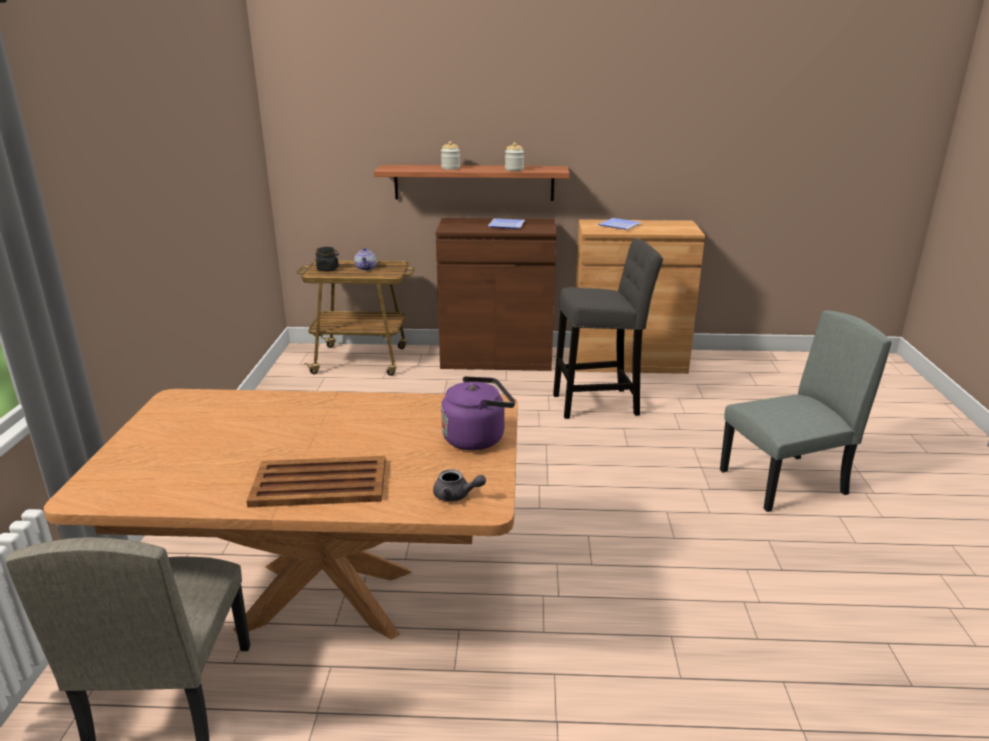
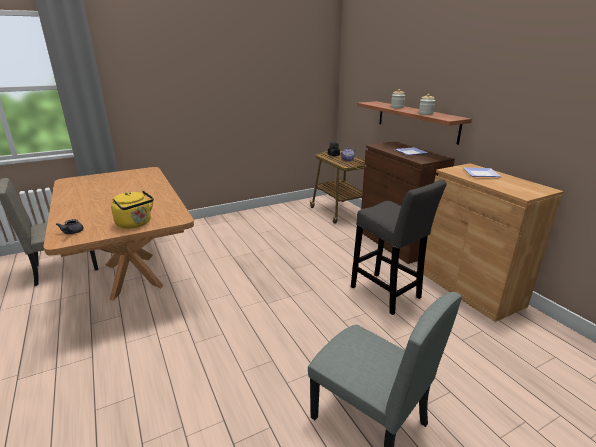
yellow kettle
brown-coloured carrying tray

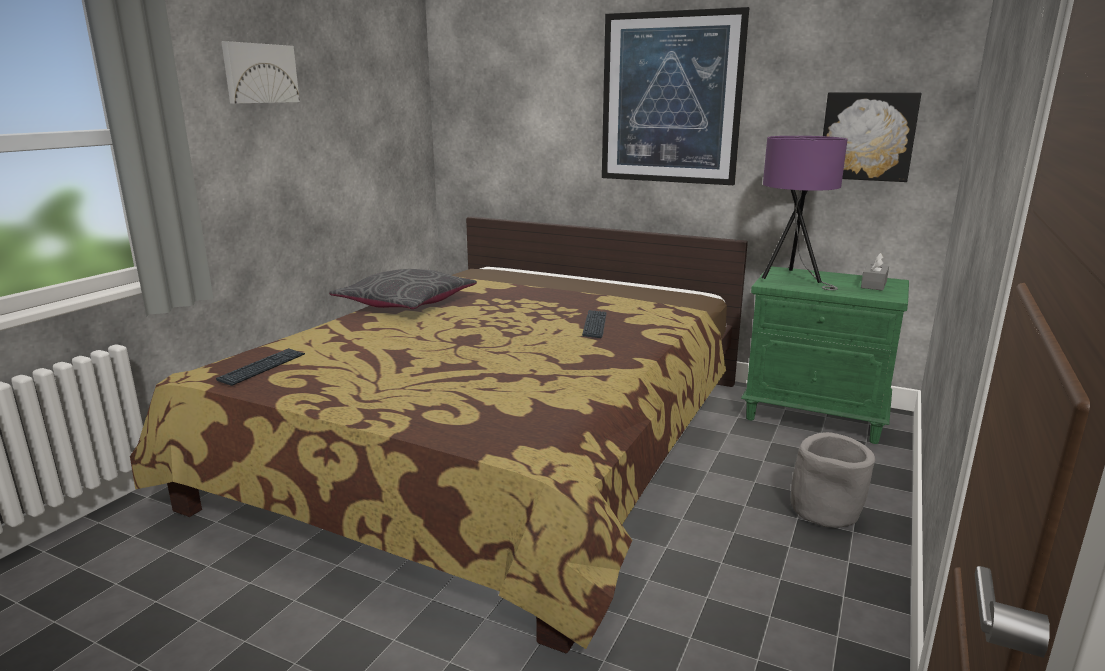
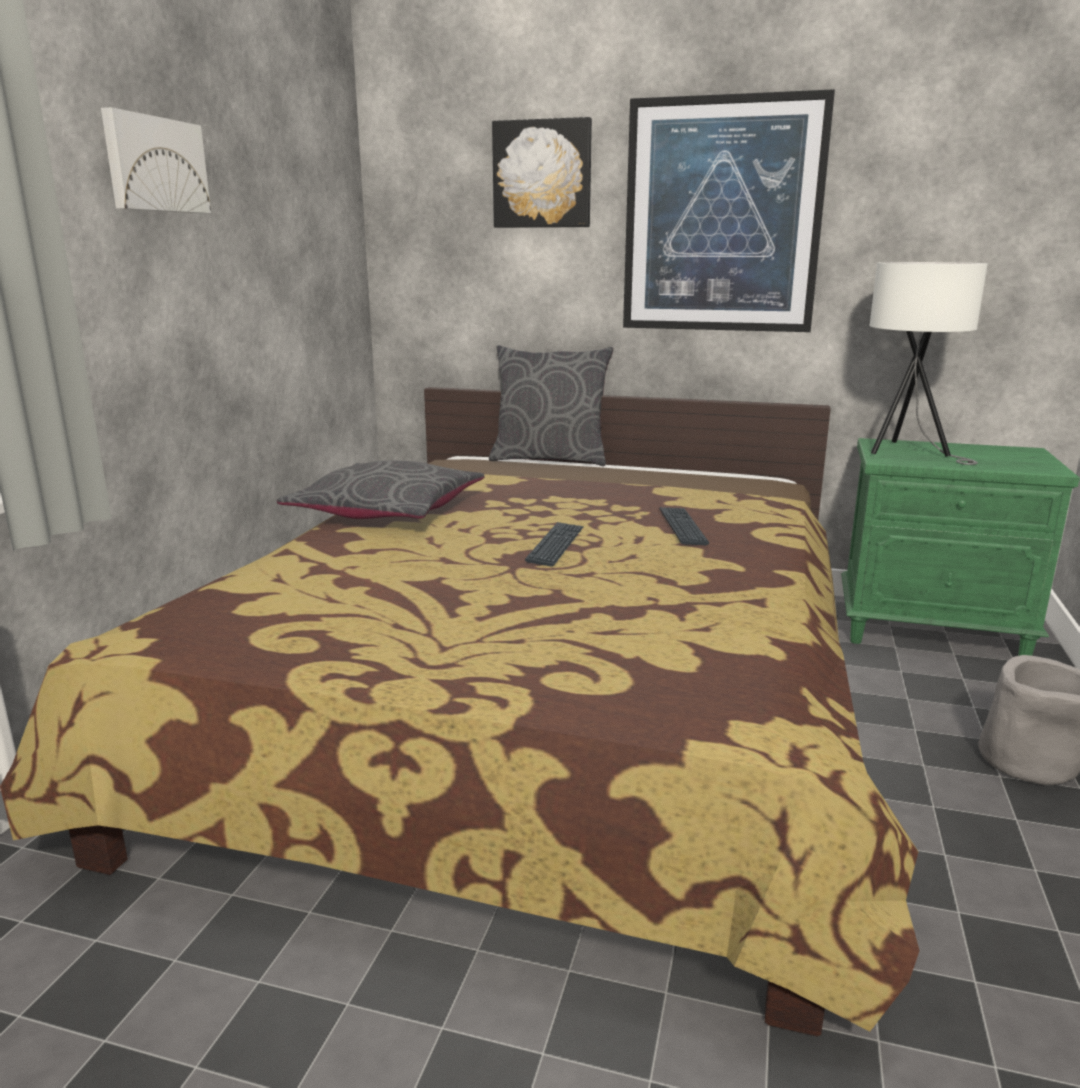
wall art (no. 2 from left)
whitish tabletop lamp
gray tissue box
keyboard (no. 1 from left)
gray cushion (no. 2 from left)

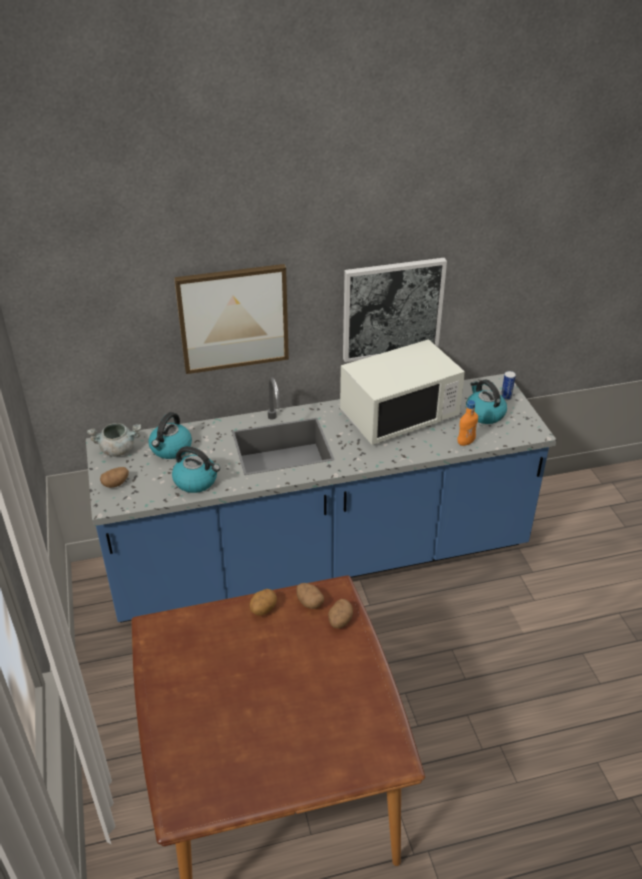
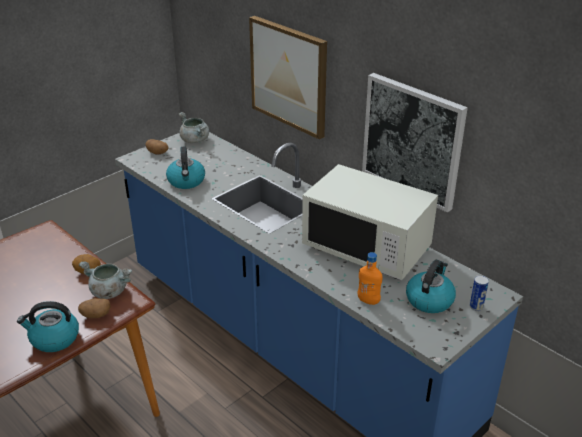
kettle (no. 1 from left)
gray cooking pot (no. 1 from left)

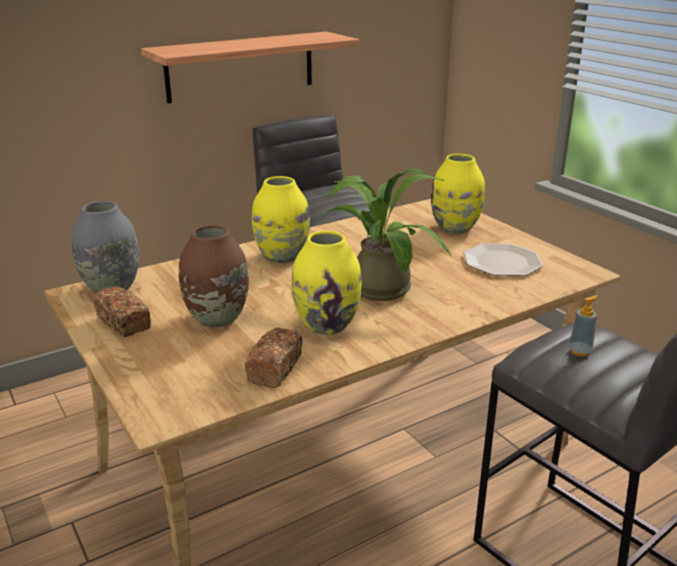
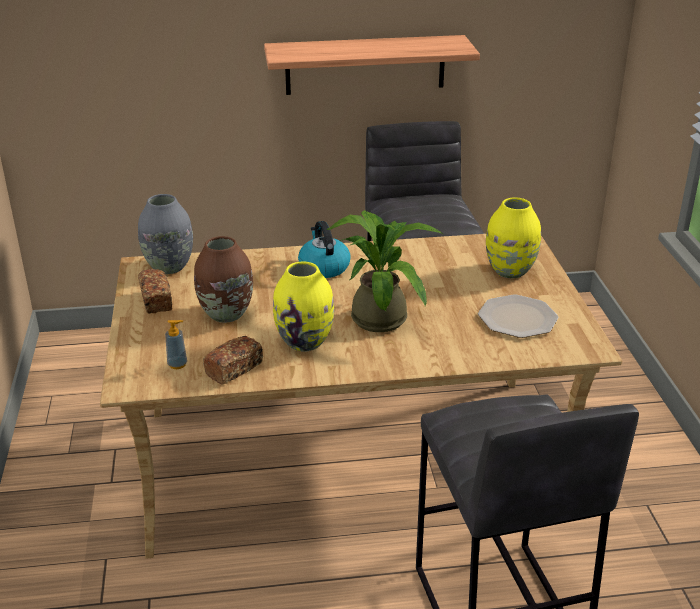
kettle
liquid soap bottle

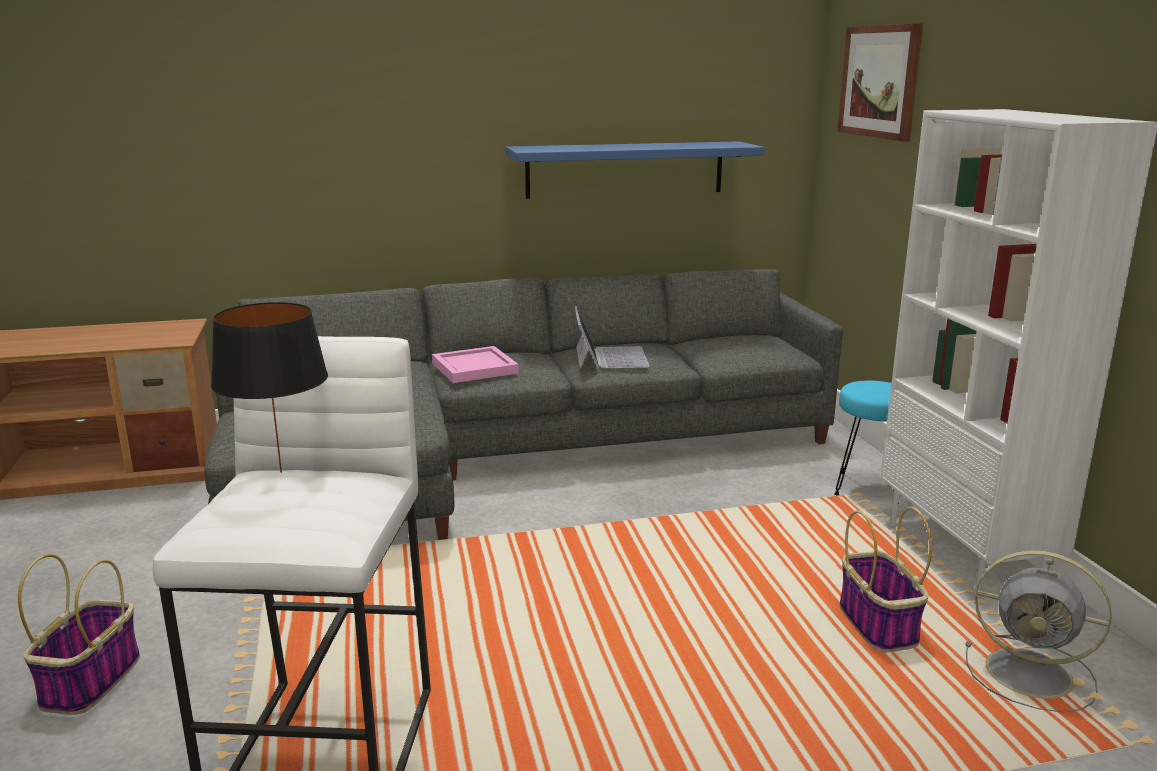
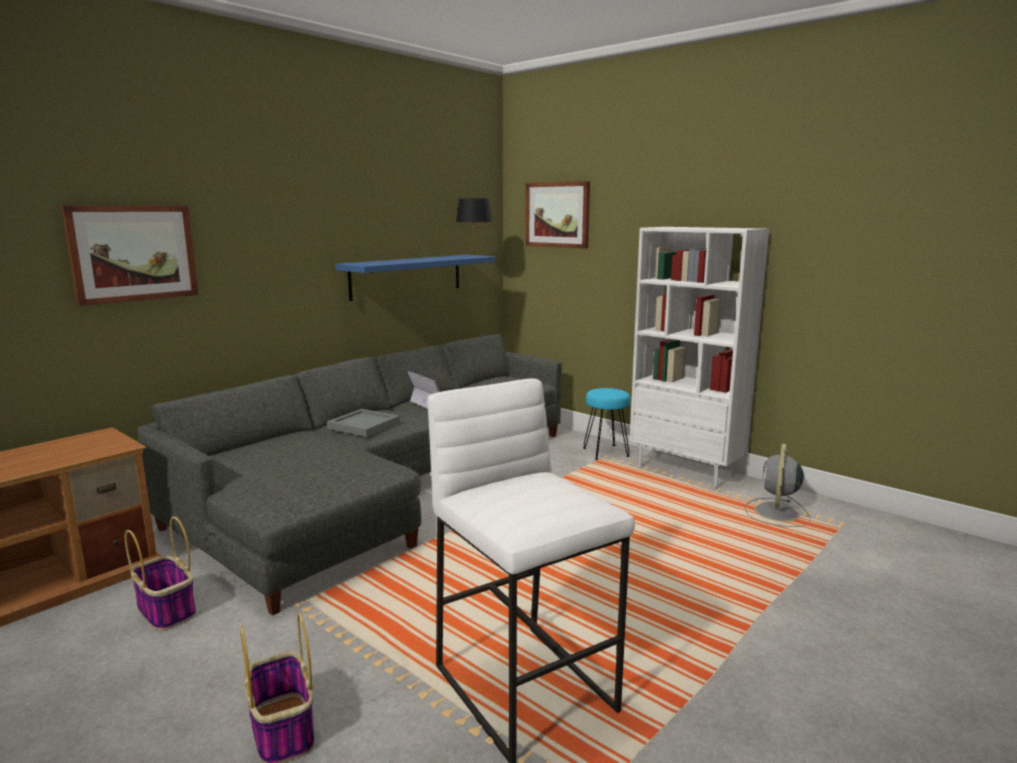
black-coloured tabletop lamp
gray carrying tray
storage basket (no. 1 from left)
gray fan
wall art (no. 1 from left)

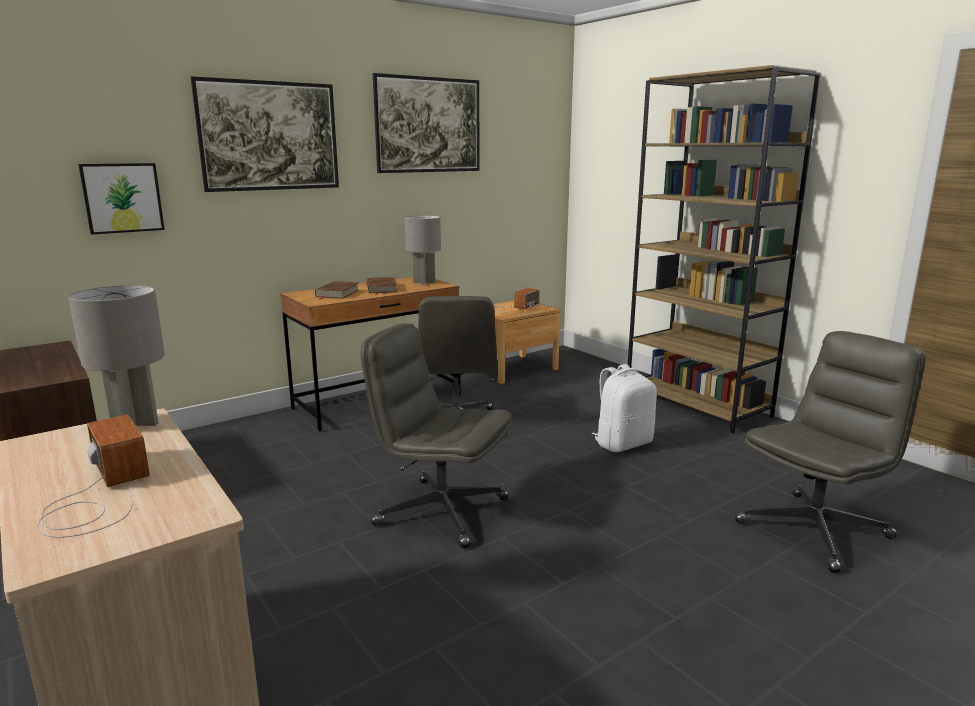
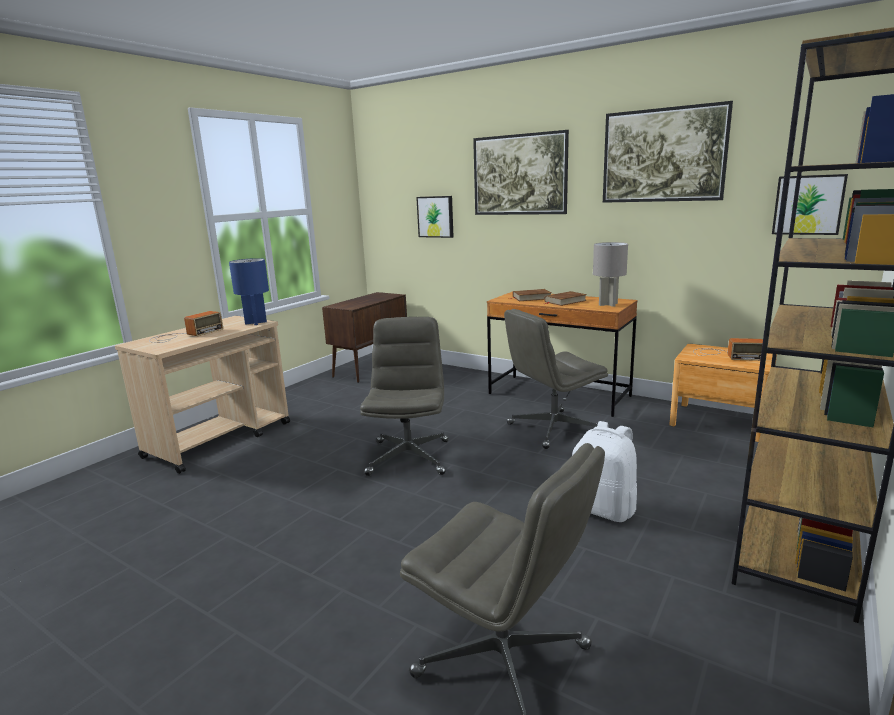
bluish tabletop lamp
wall art (no. 4 from left)

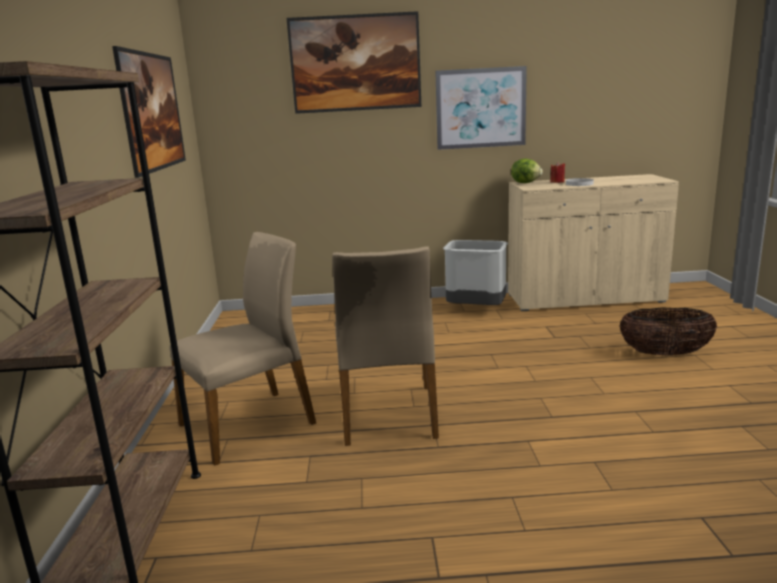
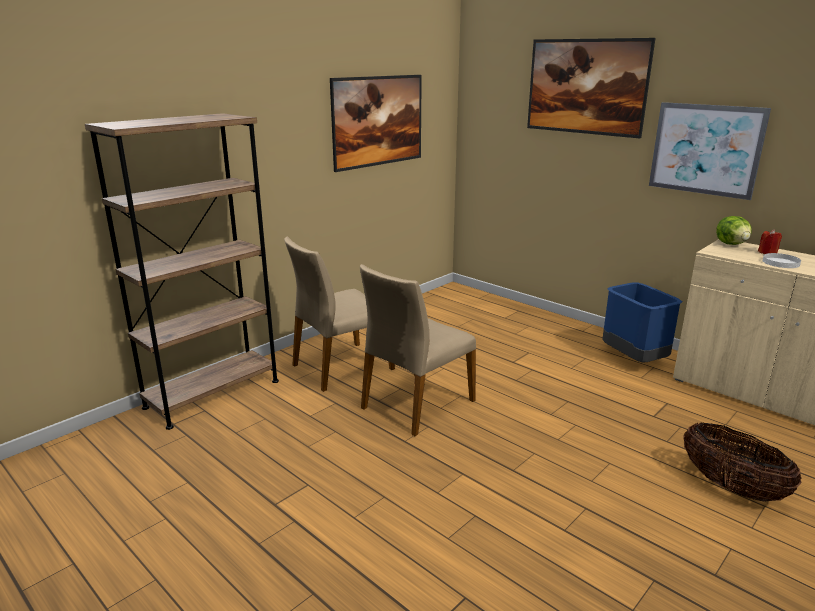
beige plain chair (no. 1 from left)
bluish waste bin

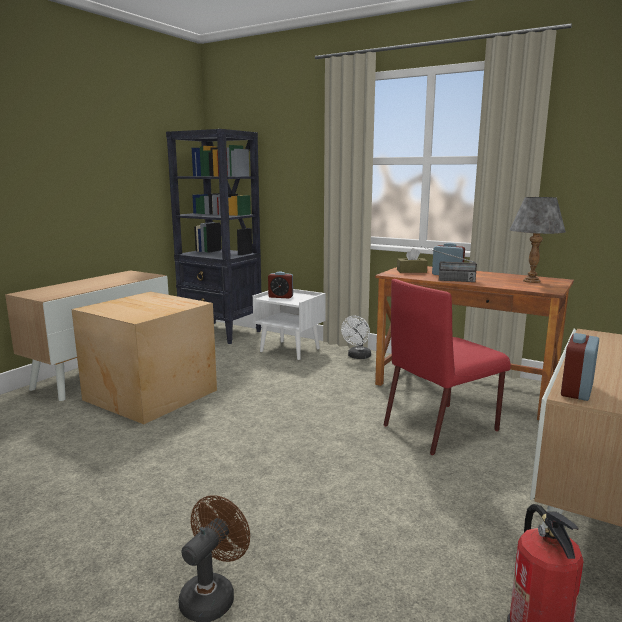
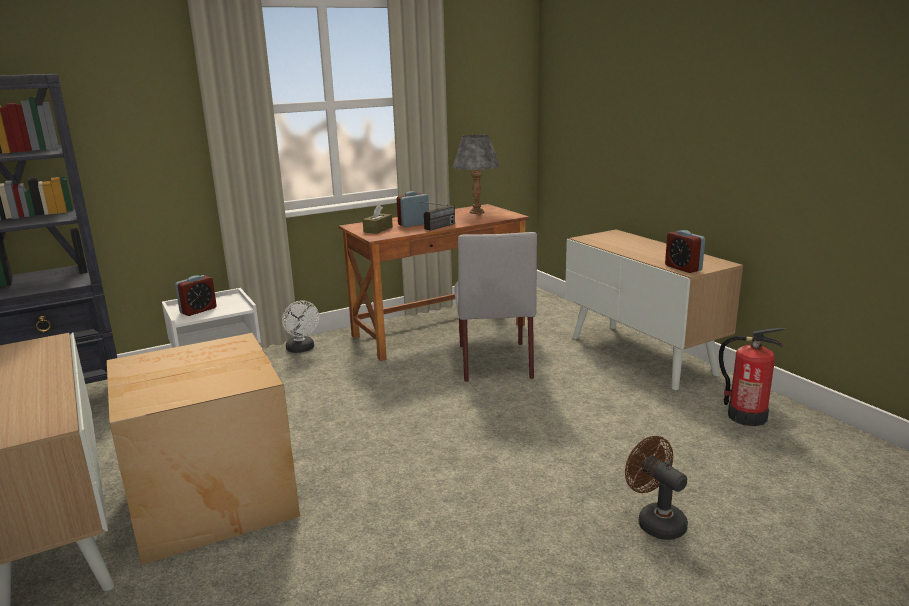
gray plain chair

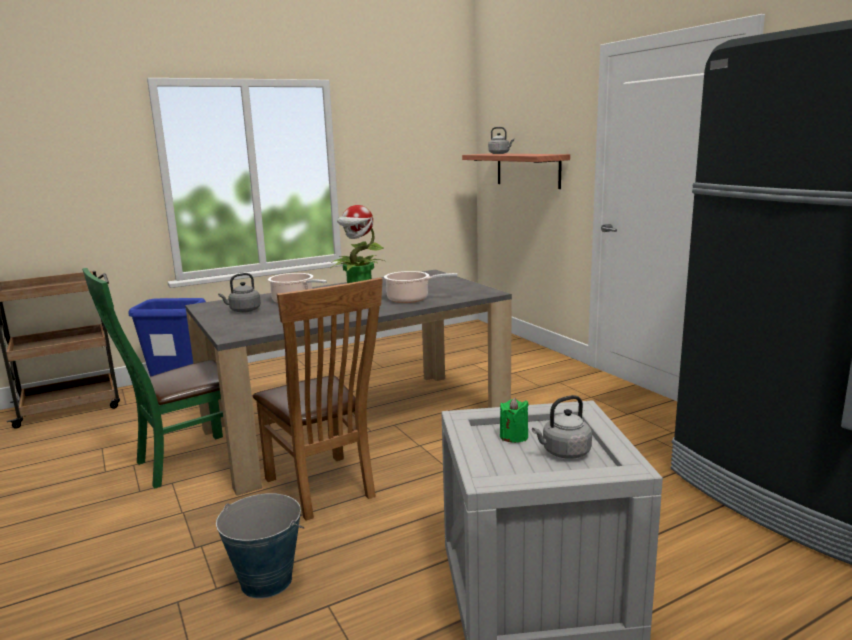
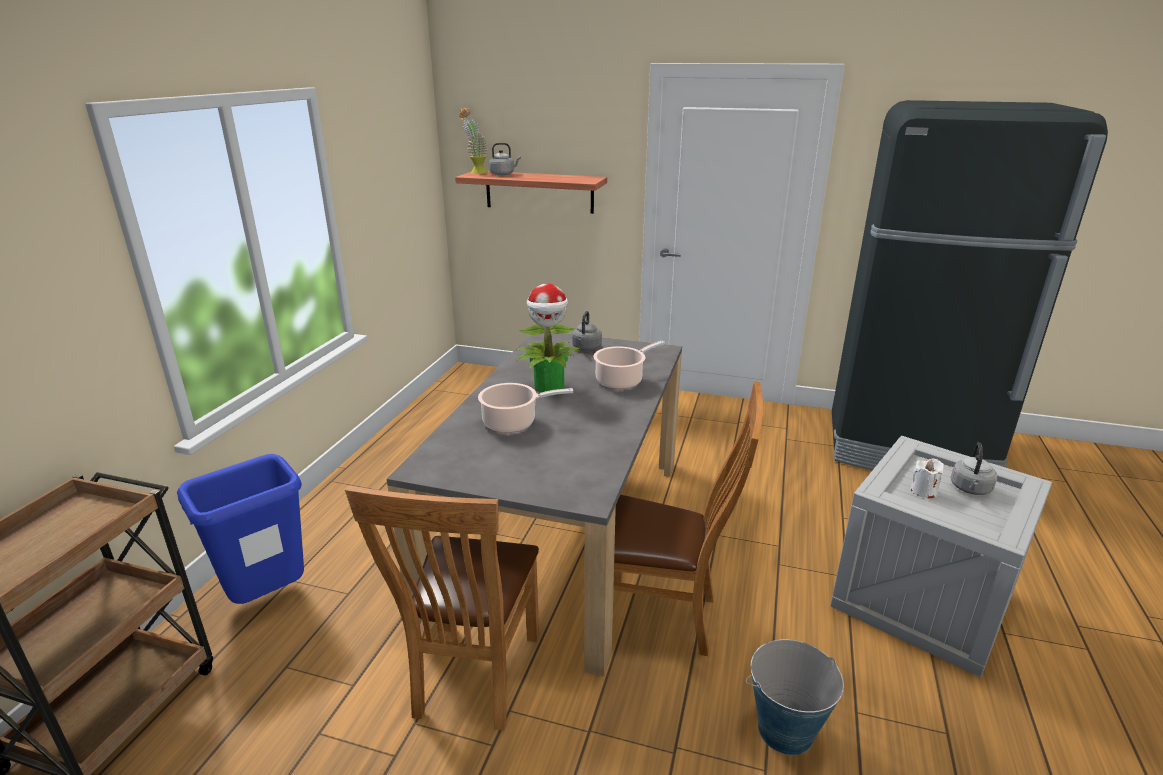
brown-coloured plain chair (no. 1 from left)
gray kettle (no. 2 from left)
whitish wax light
houseplant (no. 1 from left)

